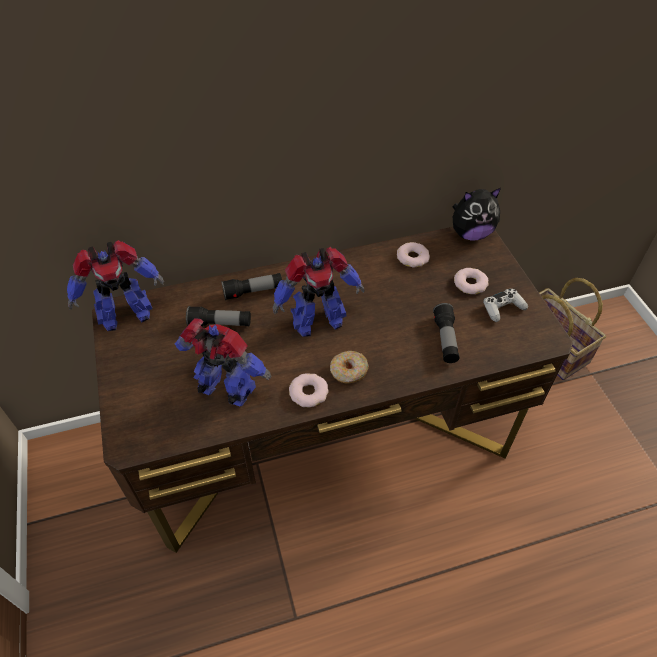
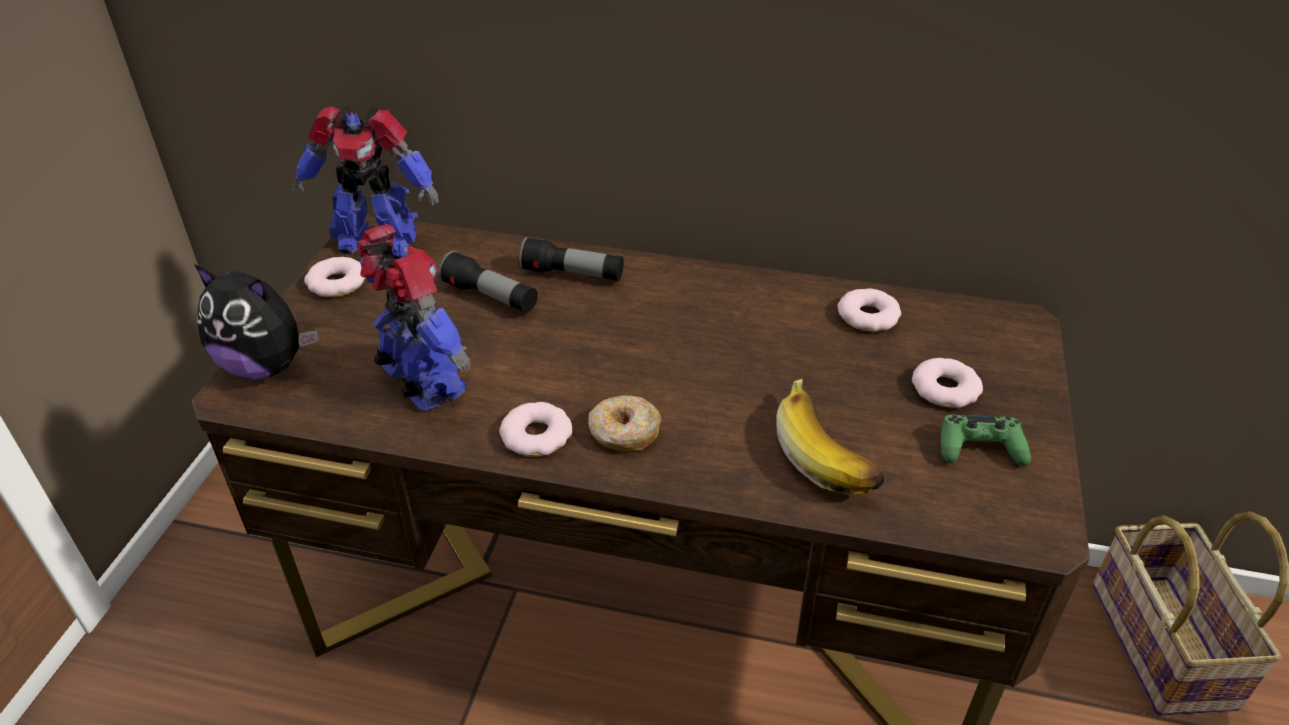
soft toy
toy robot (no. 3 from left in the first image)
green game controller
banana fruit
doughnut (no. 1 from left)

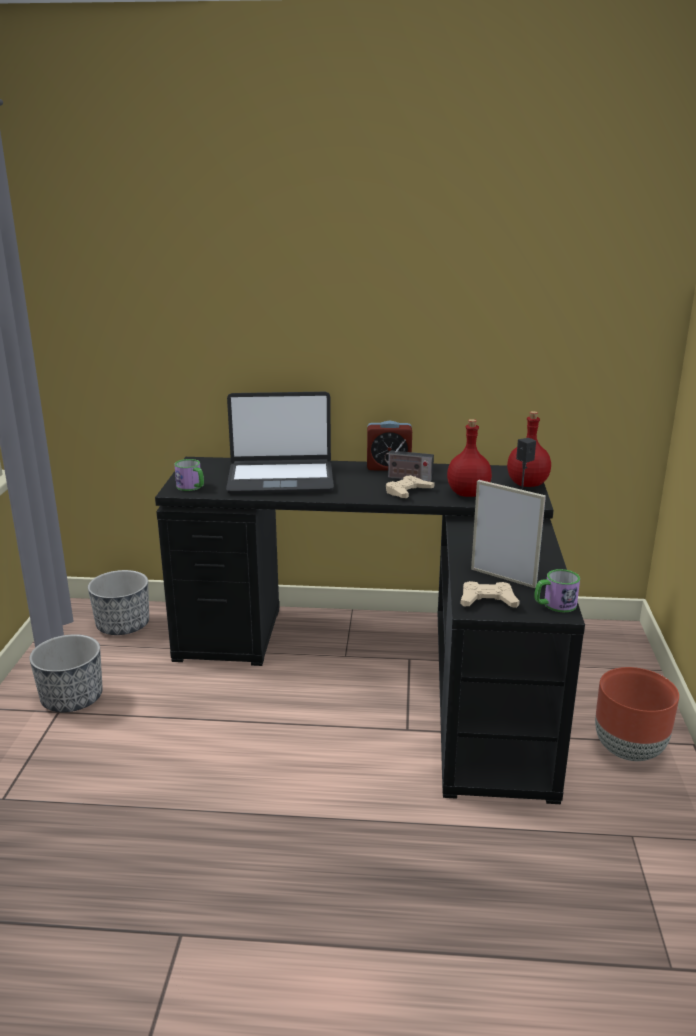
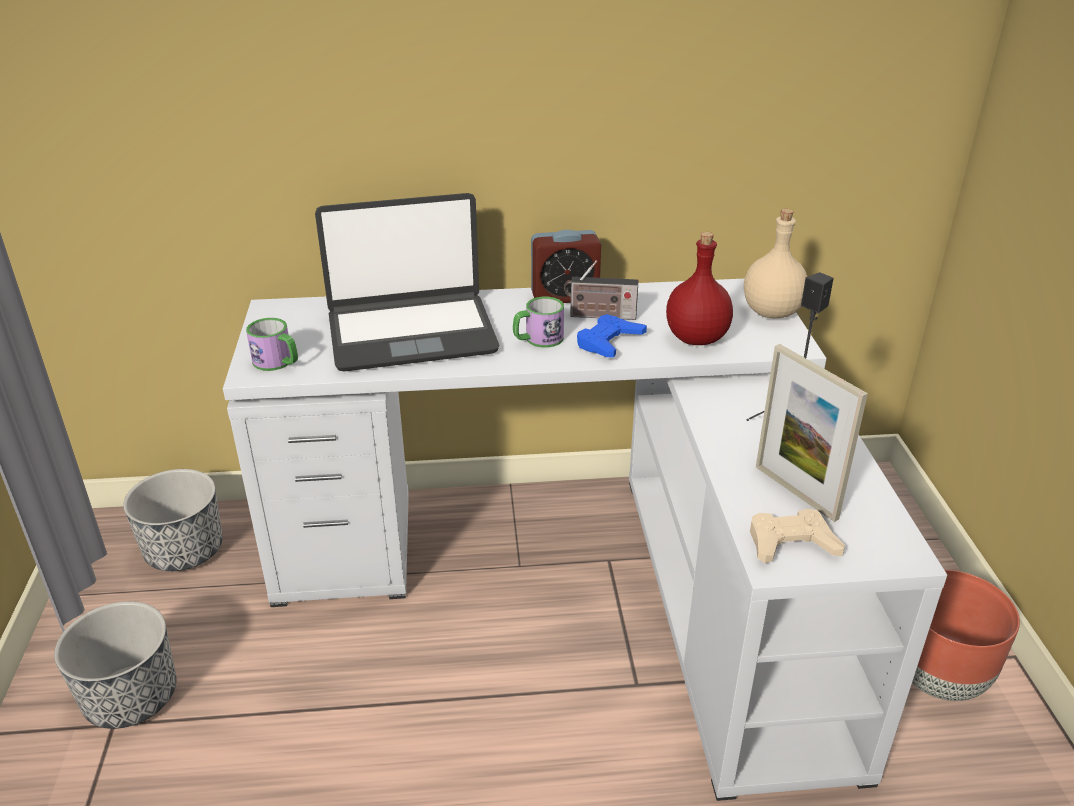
beige beverage bottle
whitish desk unit
bluish game controller
picture frame
mug (no. 2 from left)

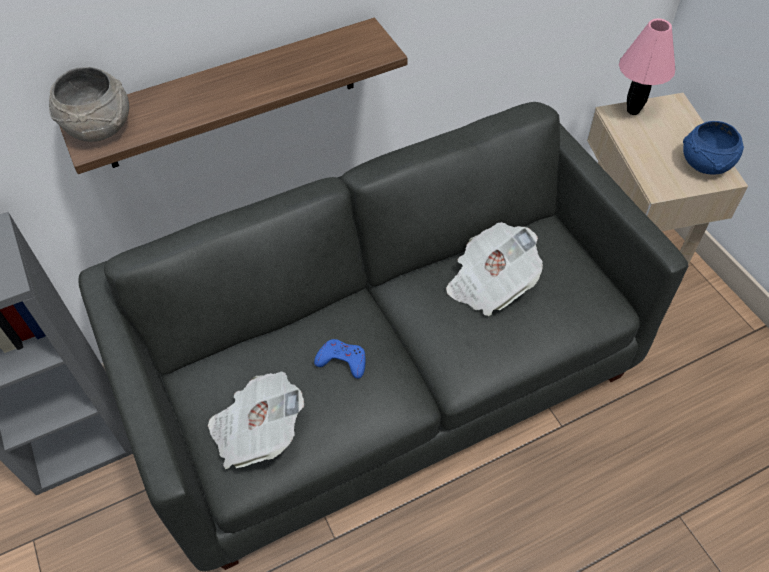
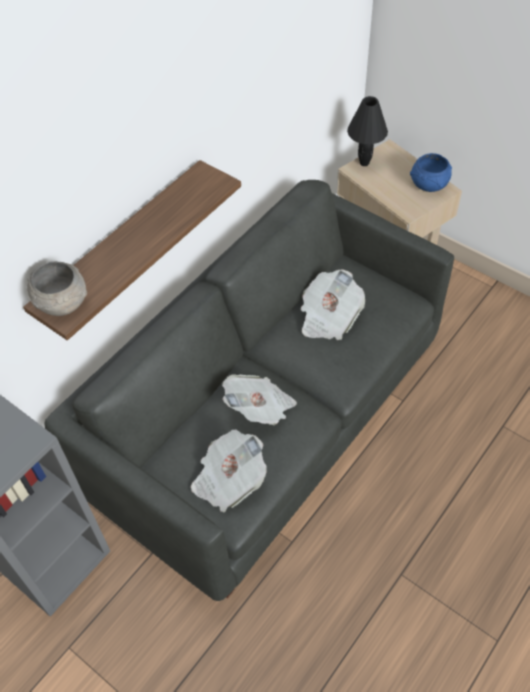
black-coloured tabletop lamp
printed paper (no. 2 from left)

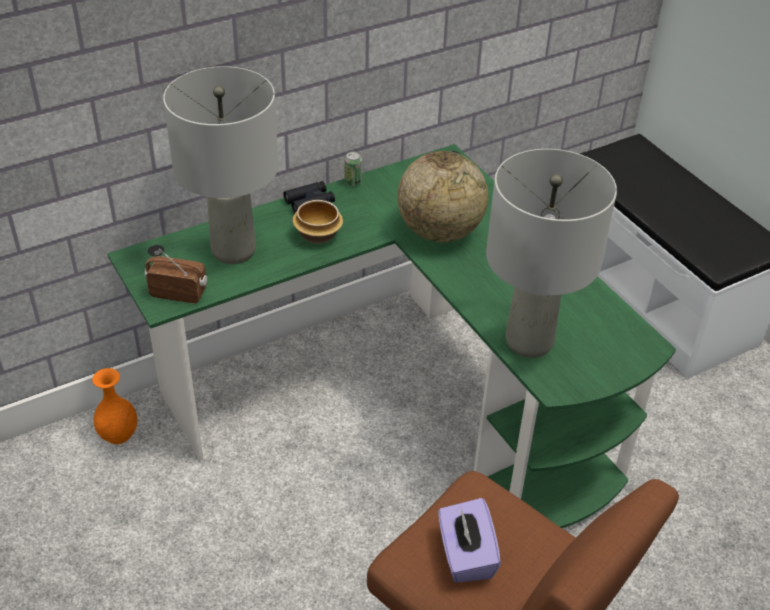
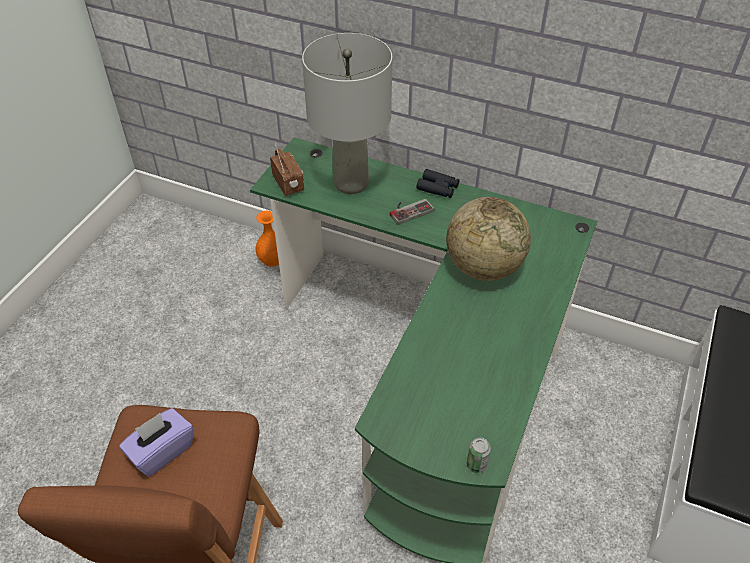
gray tabletop lamp (no. 2 from left in the first image)
sealed can
game controller

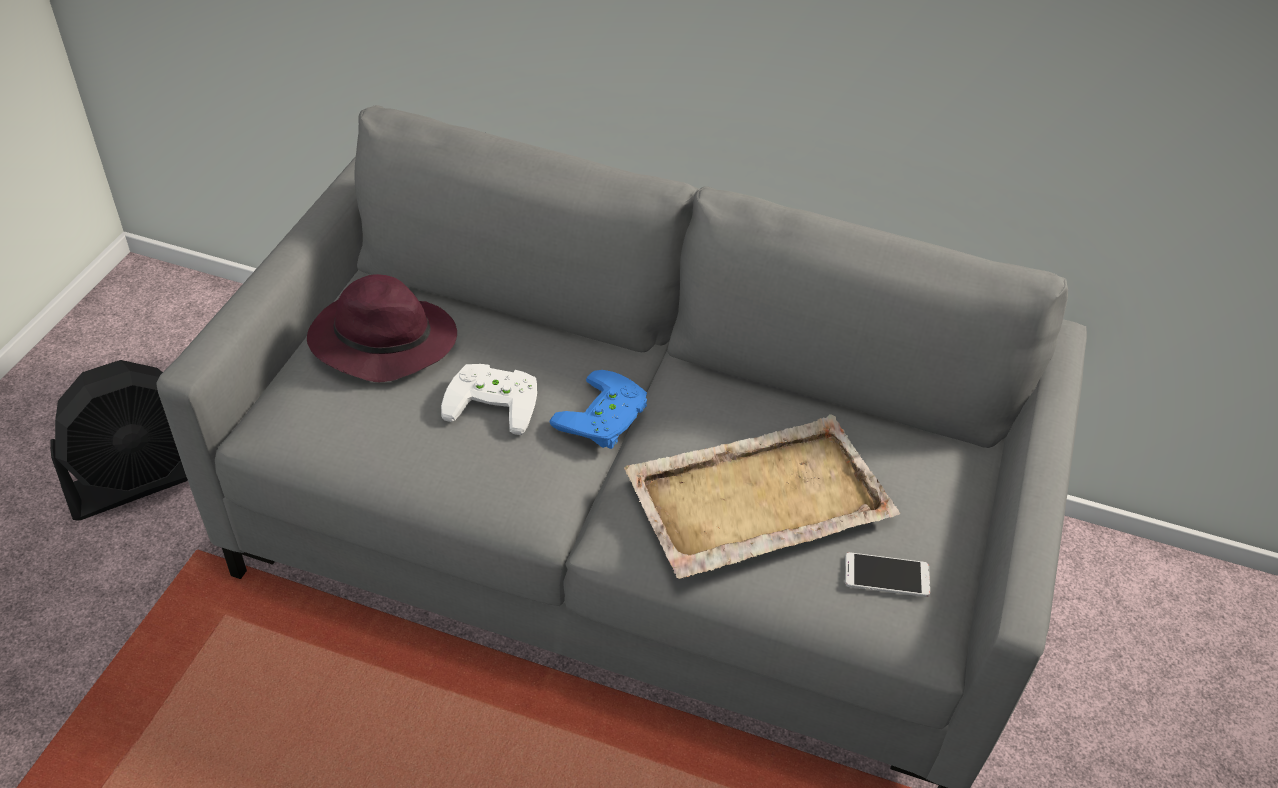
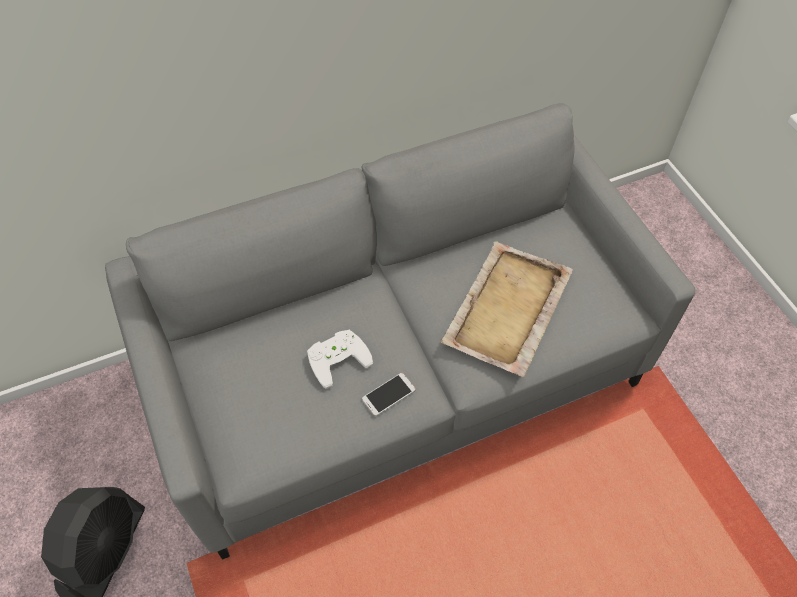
purplish clothing hat
bluish game controller
phone

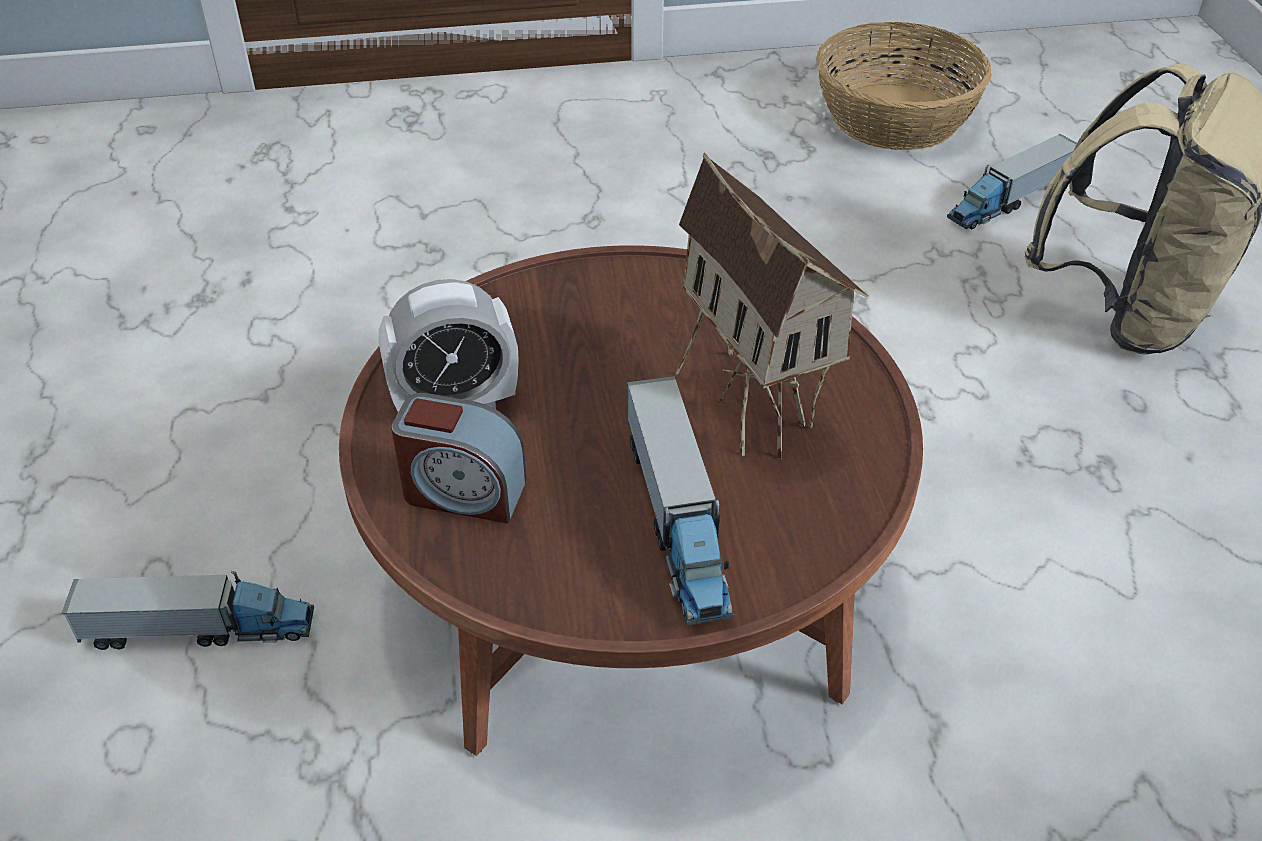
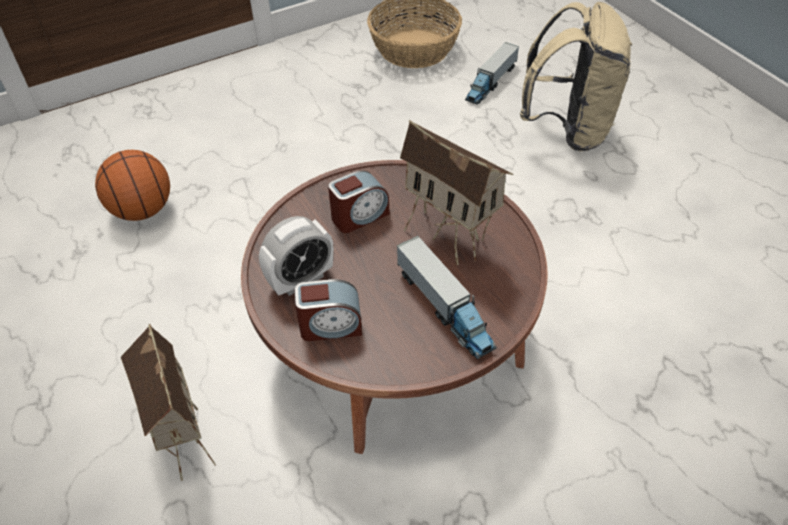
model house (no. 1 from left)
ball for basketball
bedside clock (no. 3 from left)

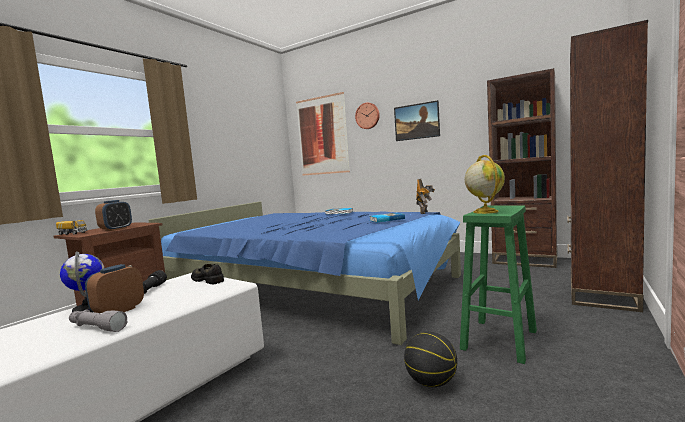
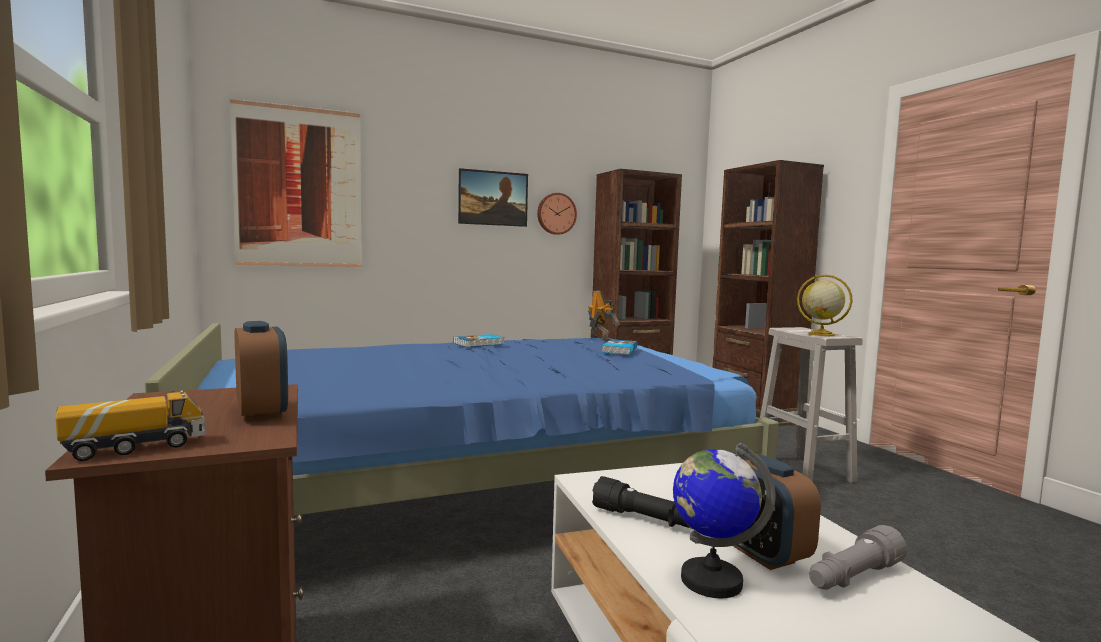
clock on the wall
whitish stool
black-coloured item of footwear
ball for basketball

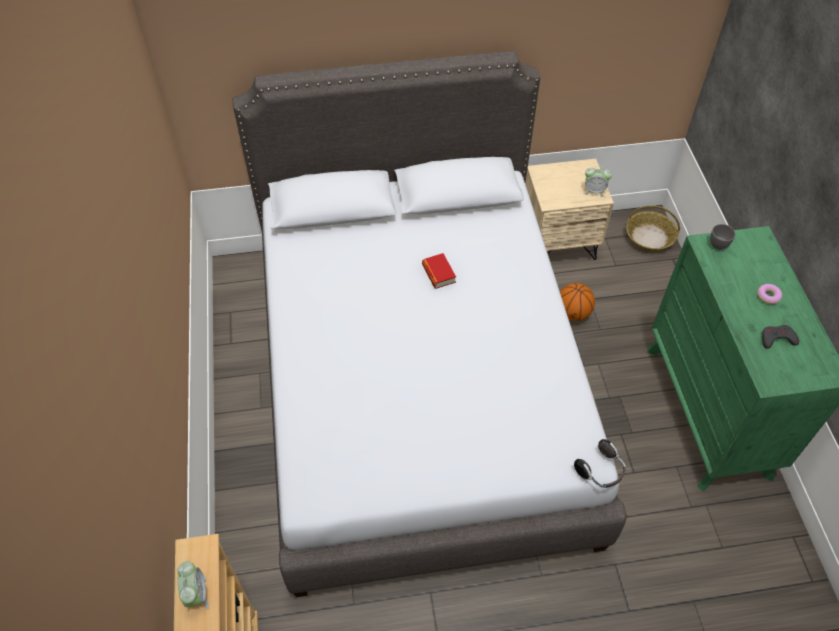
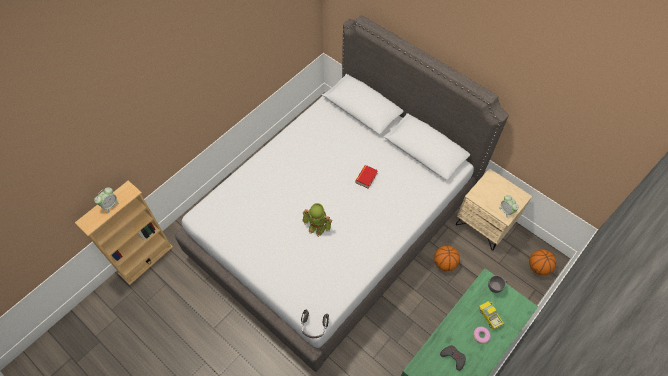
ball for basketball (no. 2 from left)
toy robot
toy truck

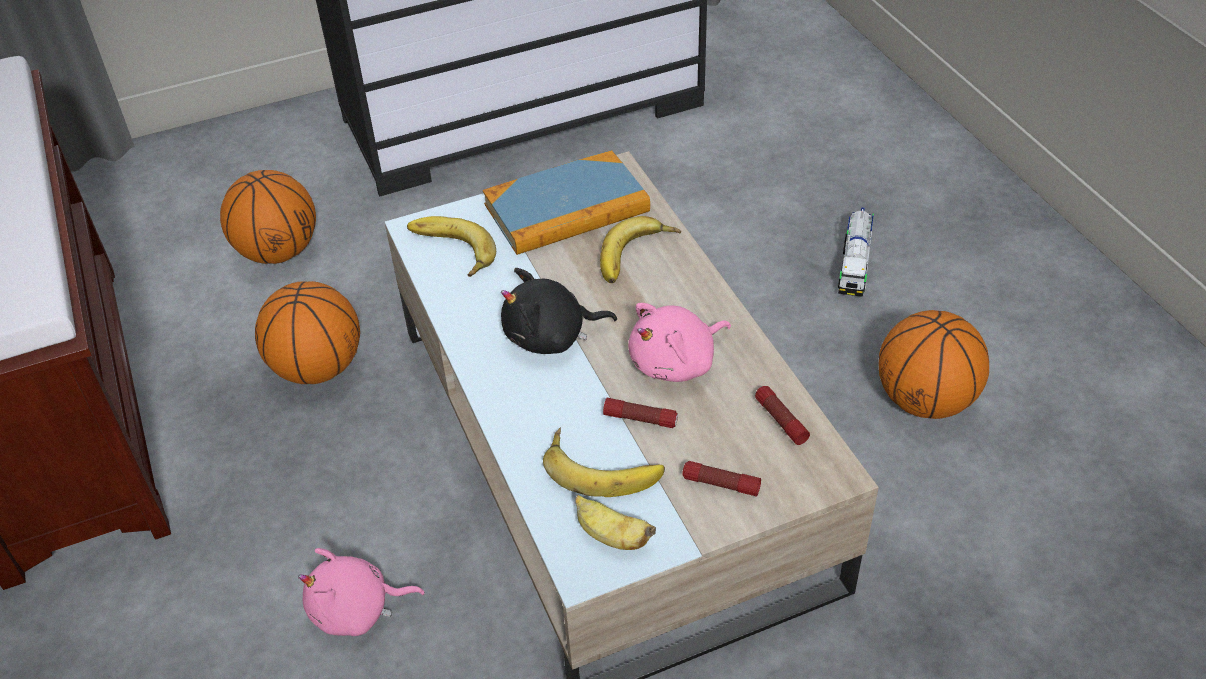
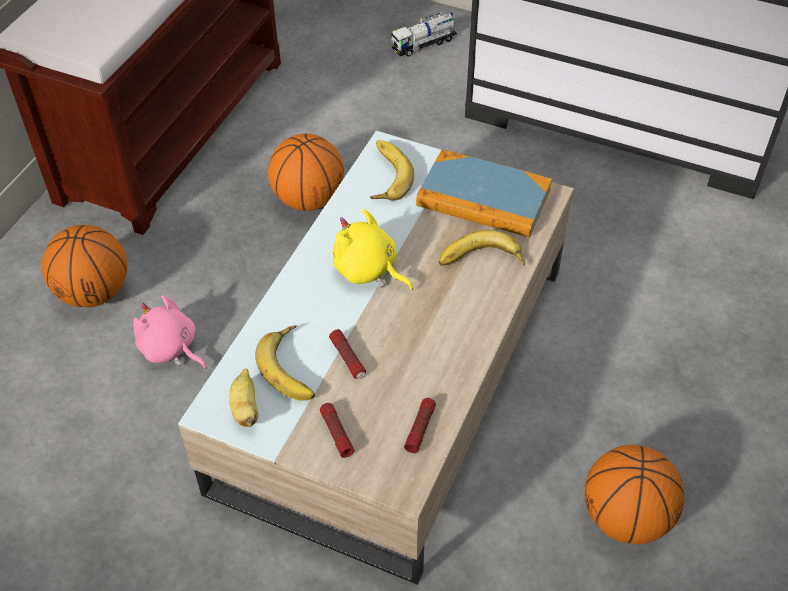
ball for basketball (no. 1 from left)
toy truck
yellow soft toy
pink-coloured soft toy (no. 2 from left in the first image)

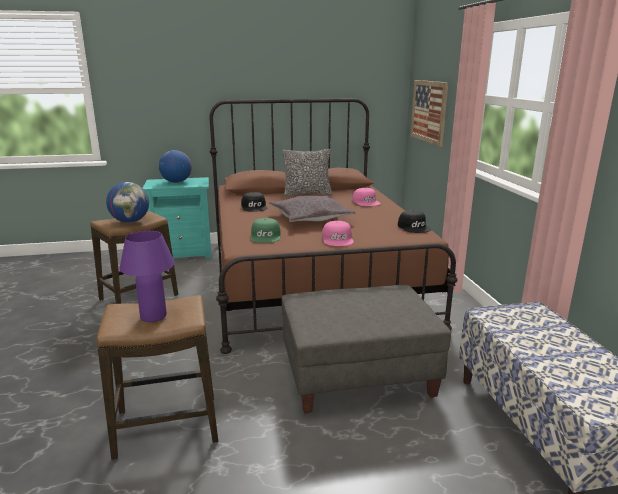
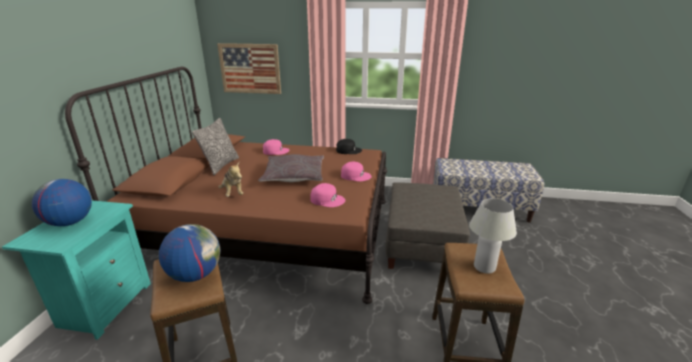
soft toy
pink-coloured cap (no. 2 from left)
whitish tabletop lamp

